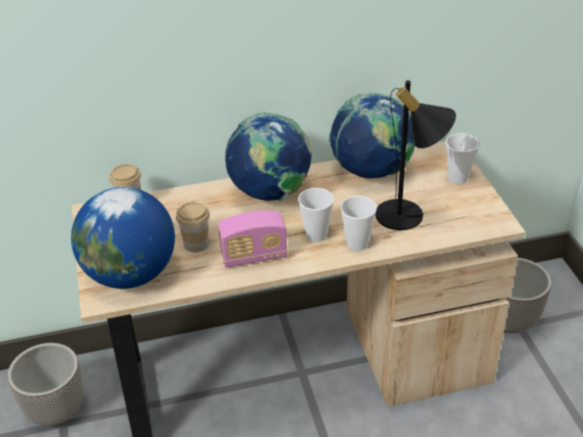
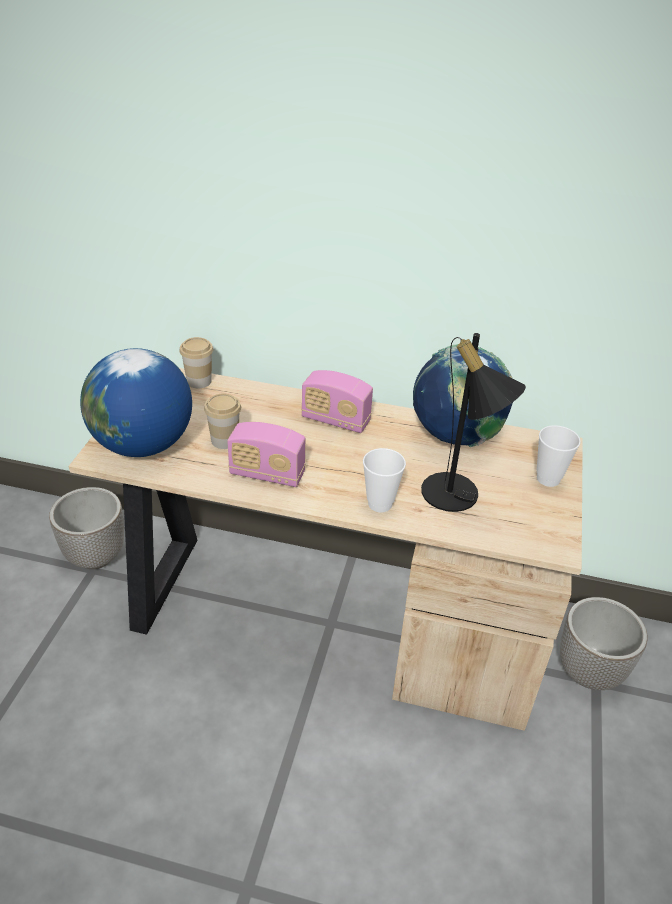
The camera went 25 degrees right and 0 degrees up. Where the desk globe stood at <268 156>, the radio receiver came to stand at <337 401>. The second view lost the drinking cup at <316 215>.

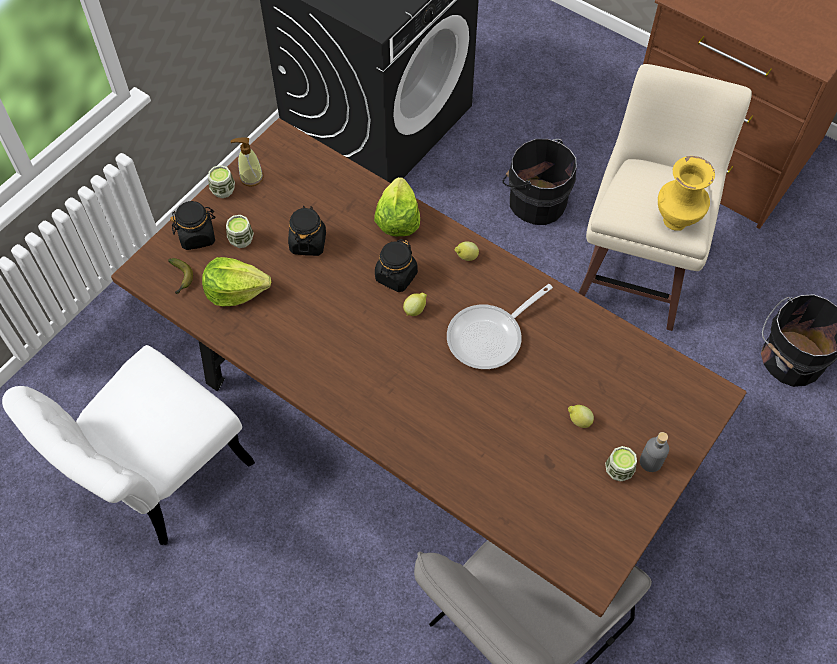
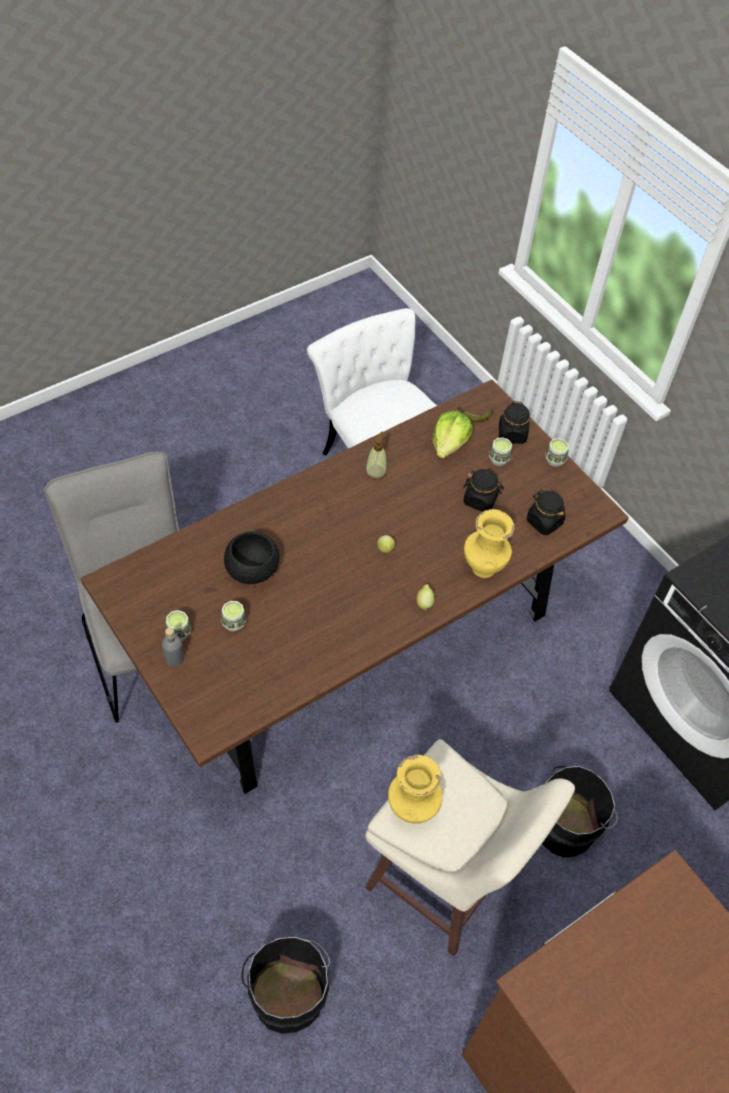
The camera went 105 degrees right and 5 degrees down. The soap dispenser ended up elsewhere, having gone from <247 162> to <376 456>. Where the lettuce head stood at <397 206>, the yellow vase came to stand at <489 543>. The blackish jar ended up elsewhere, having gone from <396 265> to <546 512>. The second view lost the skillet at <500 326>. Where the lemon stood at <581 416>, the drinking cup came to stand at <233 616>. The second view gained the blackish bowl at <251 557>.

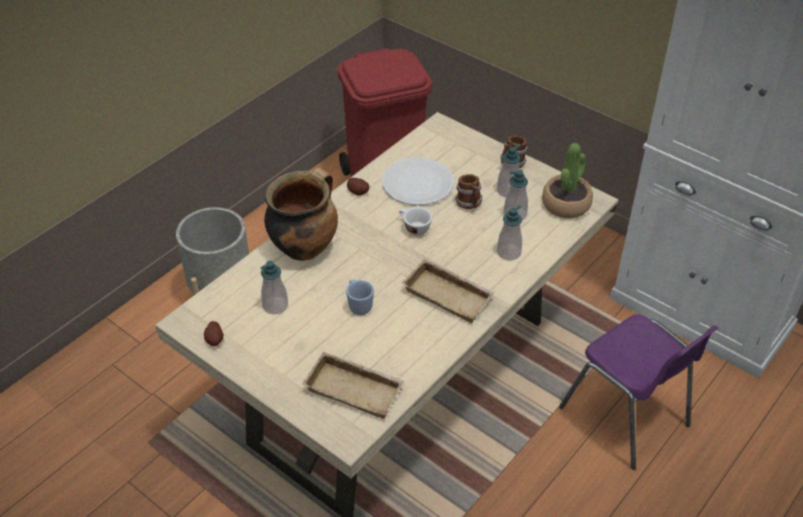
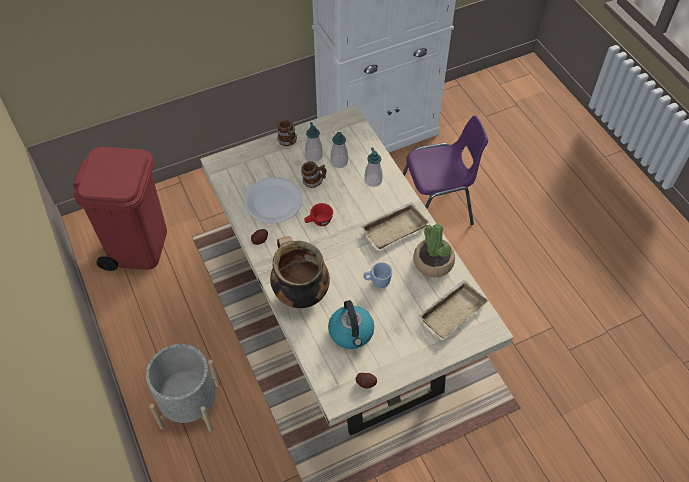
The camera went 65 degrees left and 10 degrees up. Where the soap dispenser stood at <274 288>, the kettle came to stand at <351 324>. What was the white drinking cup at <416 221> turned into the reddish drinking cup at <318 214>. The plant in a pot ended up elsewhere, having gone from <567 180> to <434 250>.

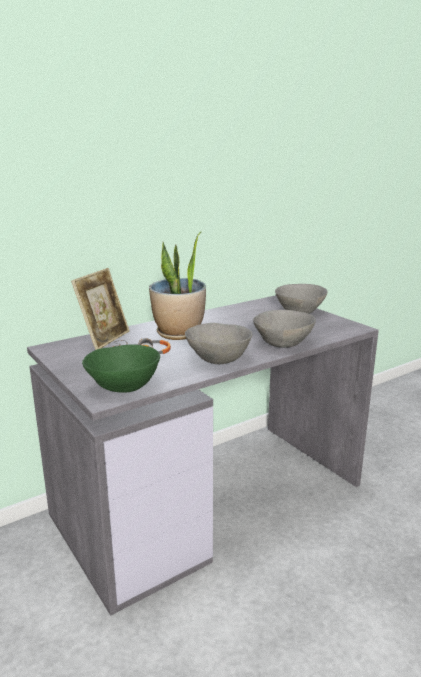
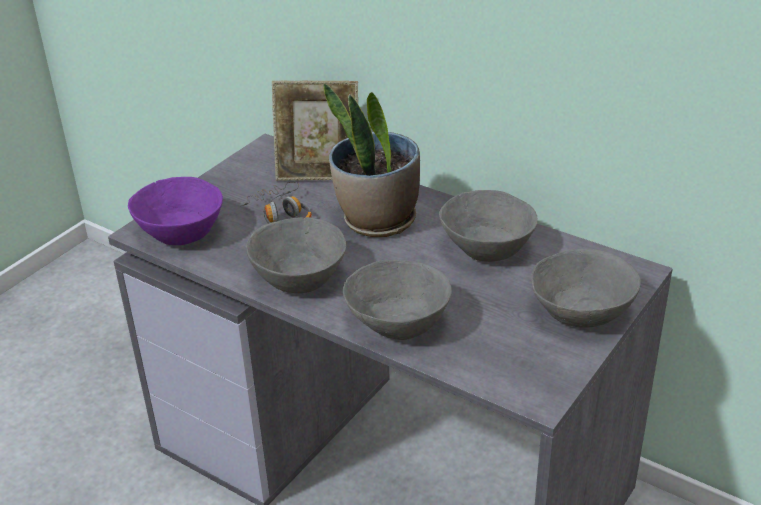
The camera went 70 degrees right and 15 degrees up. What was the greenish bowl at <121 368> turned into the purplish bowl at <175 211>. The second view gained the grey bowl at <488 226>.

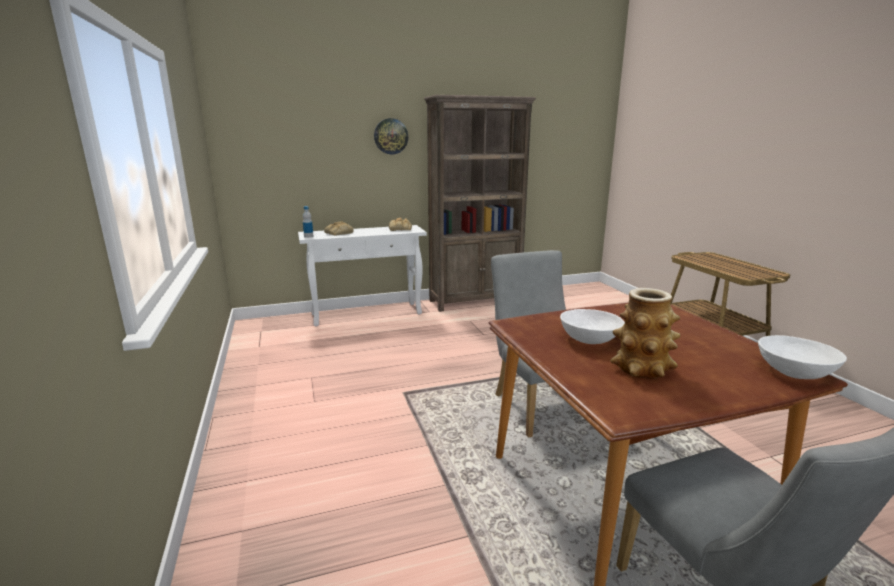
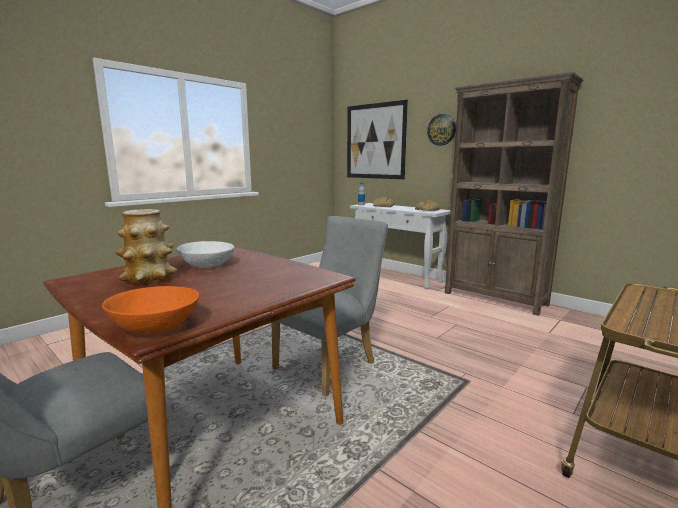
The camera went 60 degrees right and 5 degrees down. What was the white bowl at <802 357> turned into the orange bowl at <150 310>. The second view gained the picture at <377 139>.

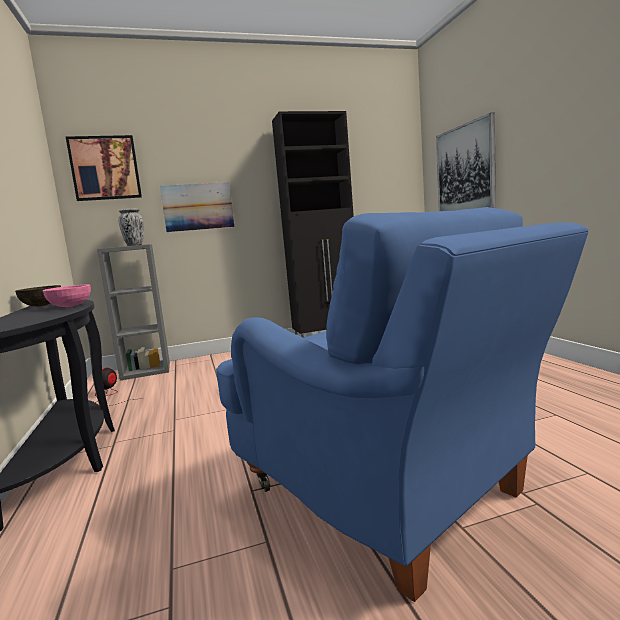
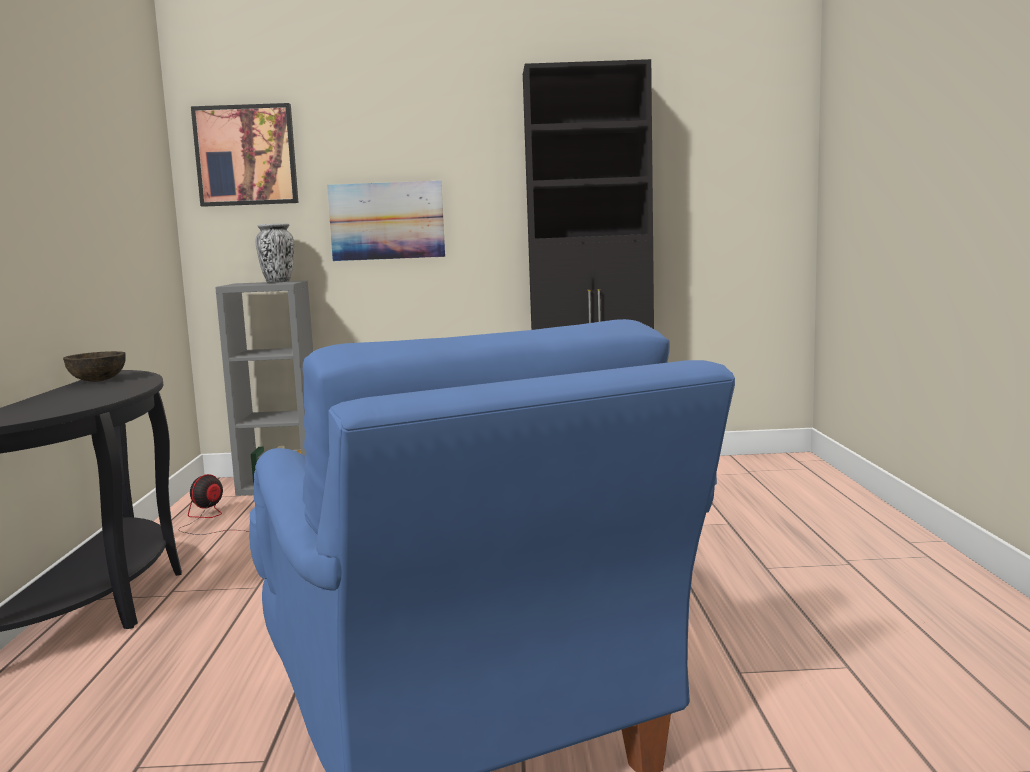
The camera went 15 degrees right and 0 degrees up. The second view lost the pinkish bowl at <67 295>. The second view lost the picture at <466 161>.

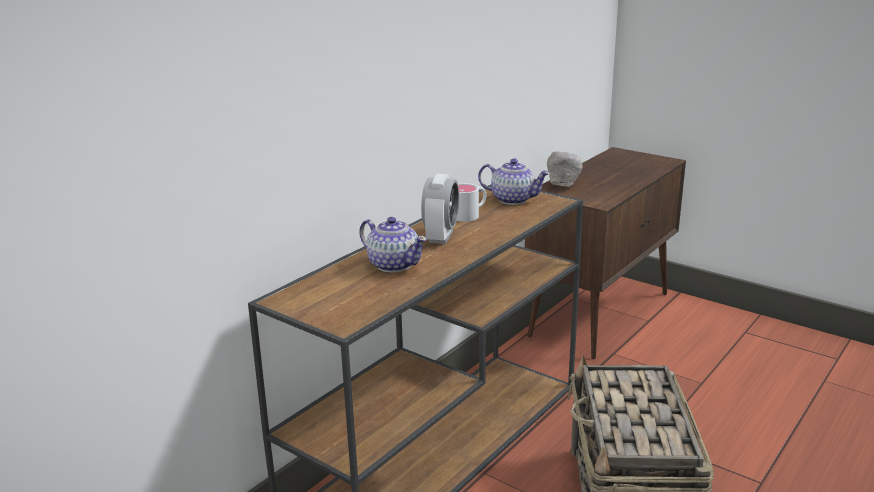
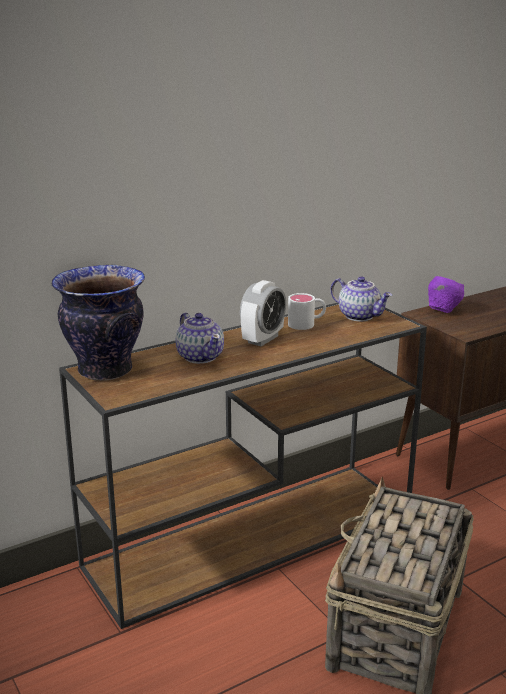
The camera went 20 degrees right and 0 degrees up. What was the grey bowl at <564 169> turned into the purplish bowl at <446 294>. The second view gained the vase at <98 323>.

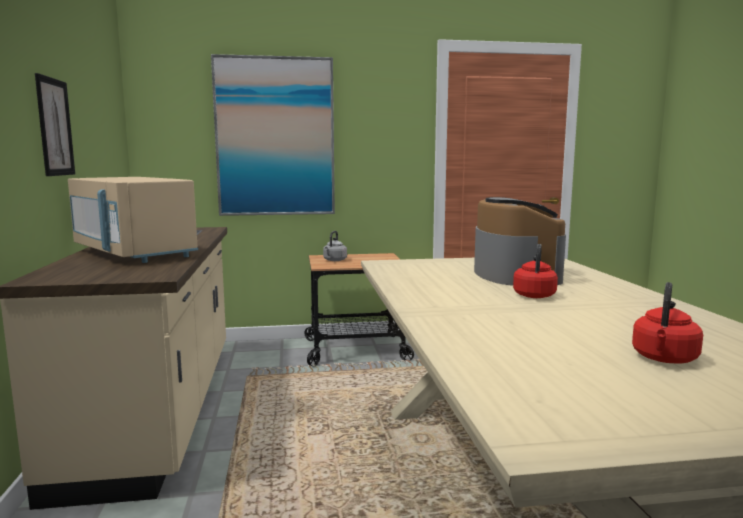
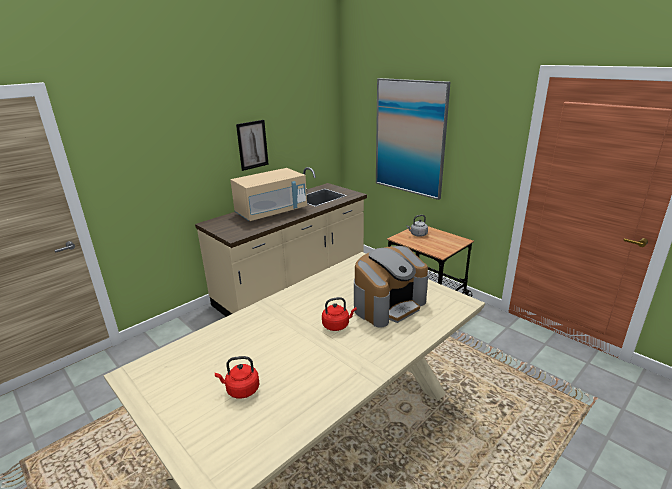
The camera went 55 degrees right and 15 degrees up. The beige-coloured microwave oven at <133 220> ended up facing another way, 135 degrees counterclockwise from before.

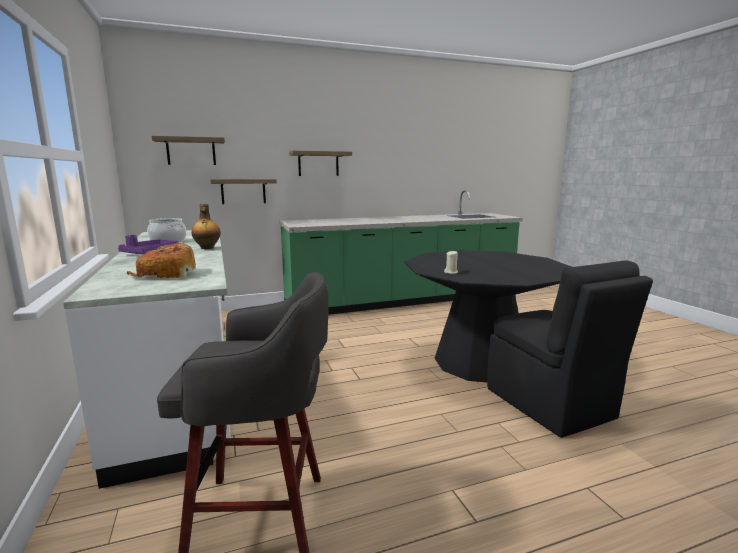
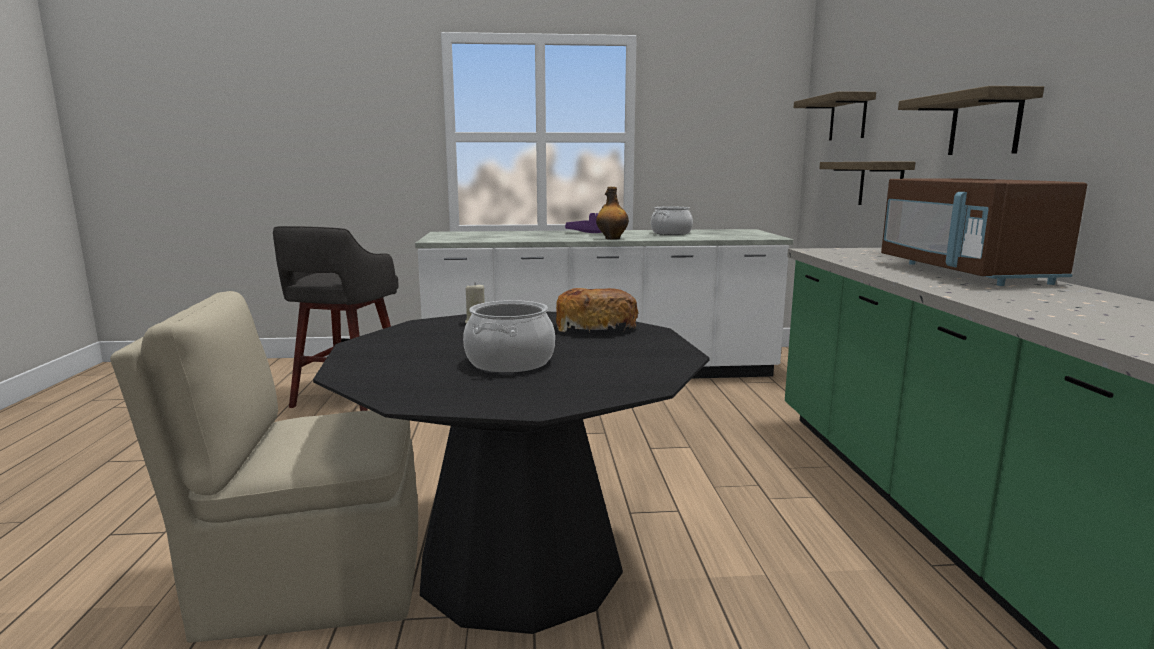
The camera went 105 degrees right and 0 degrees up. The bread ended up elsewhere, having gone from <161 260> to <597 310>. What was the blackish upright chair at <570 349> turned into the beige-coloured upright chair at <264 467>. The second view gained the saucepot at <509 336>. The second view gained the brown-coloured microwave oven at <984 232>.

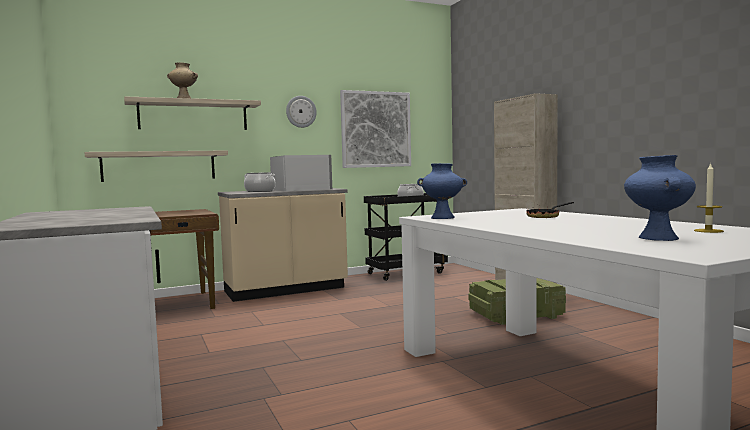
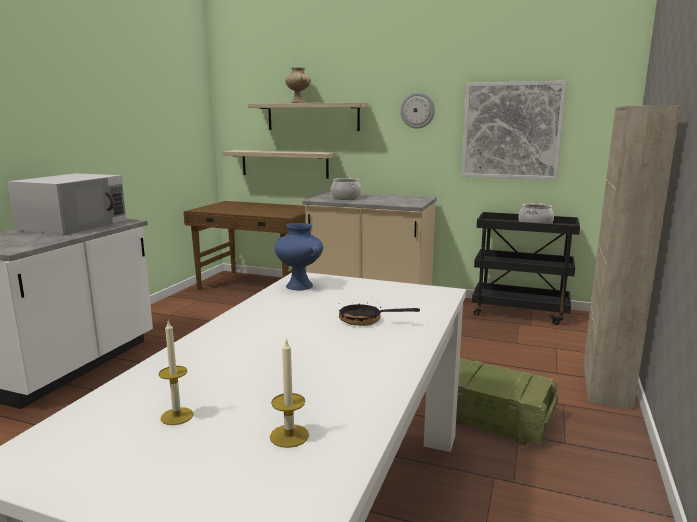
The camera went 45 degrees right and 10 degrees up. The white microwave oven ended up elsewhere, having gone from <301 173> to <66 204>. Where the blue-coloured vase stood at <660 198>, the candle came to stand at <176 373>.

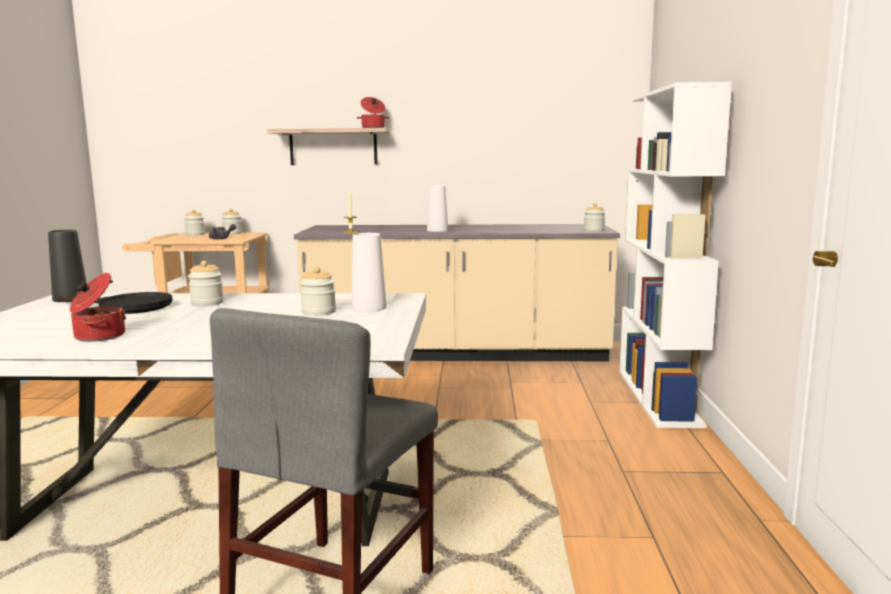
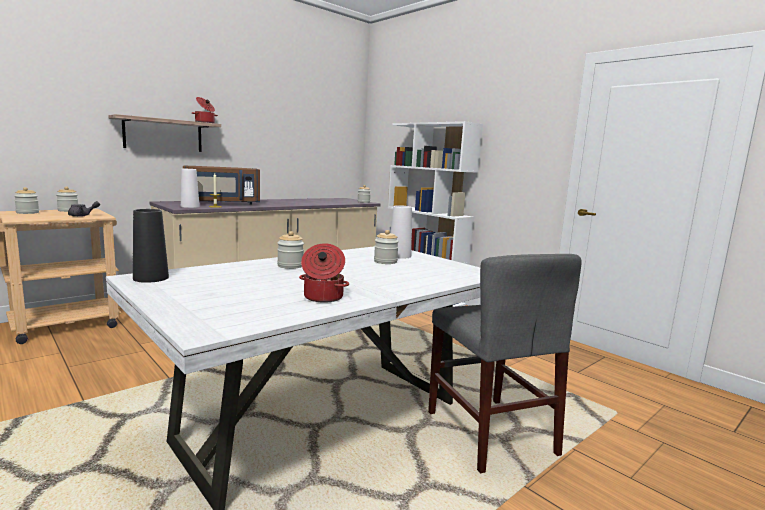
The camera went 45 degrees left and 0 degrees up. The second view lost the blackish skillet at <114 303>. The white vase ended up elsewhere, having gone from <437 208> to <190 188>. The second view gained the brown-coloured microwave oven at <221 185>.

